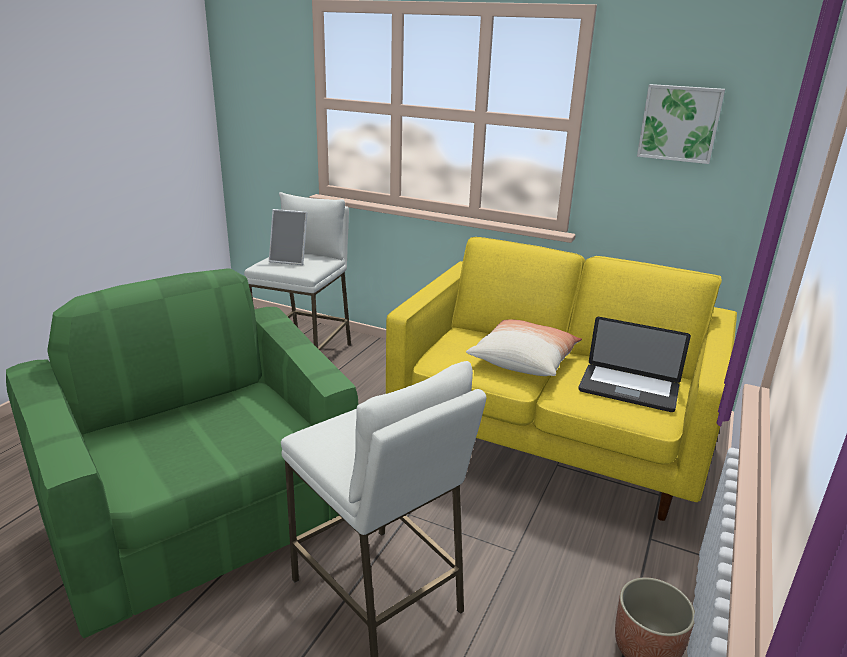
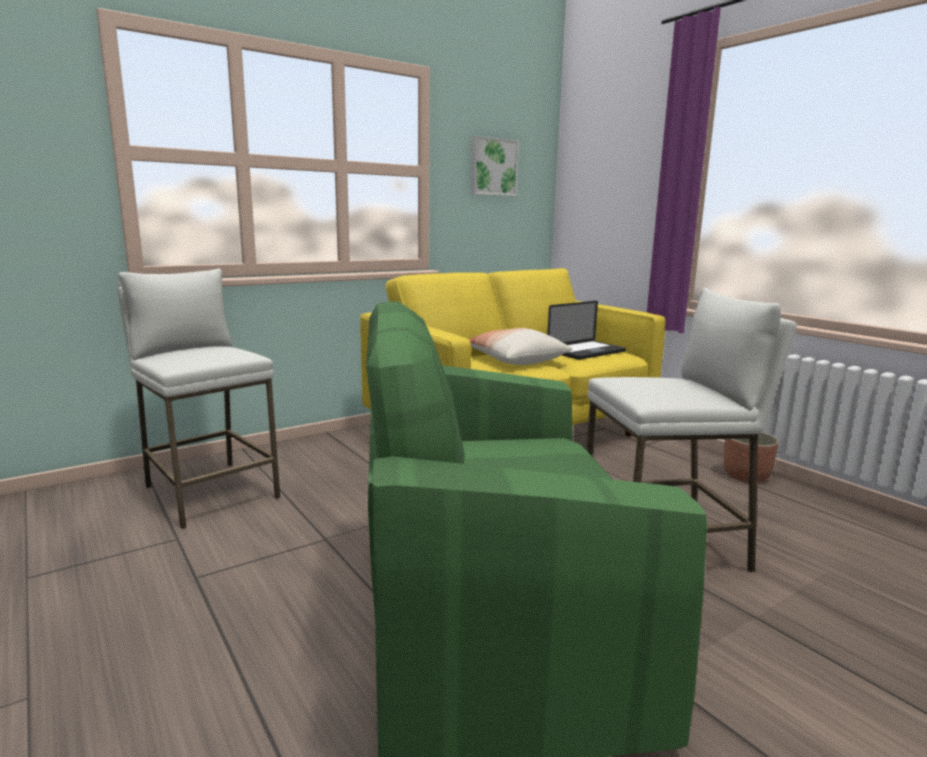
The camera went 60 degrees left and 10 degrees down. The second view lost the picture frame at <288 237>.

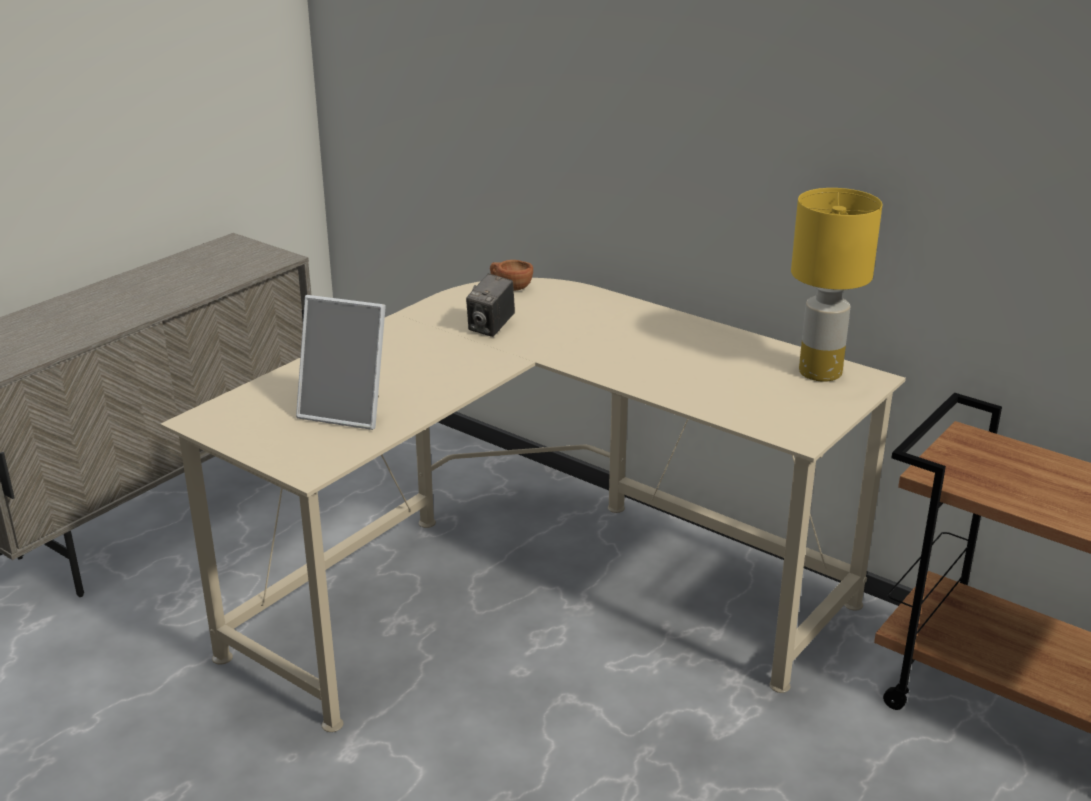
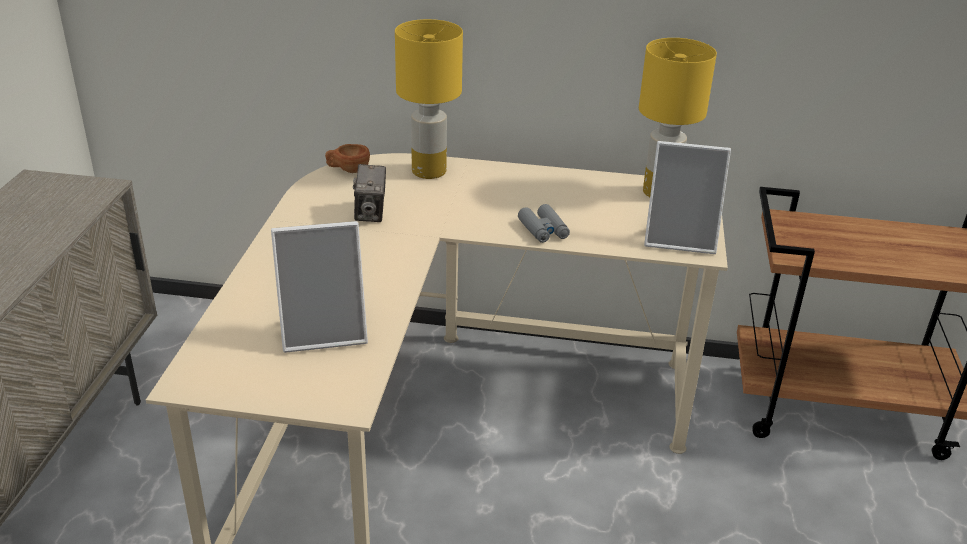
The camera went 30 degrees left and 5 degrees up. The second view gained the yellow lamp for a table at <429 99>. The second view gained the grey binoculars at <544 223>. The second view gained the picture frame at <687 197>.

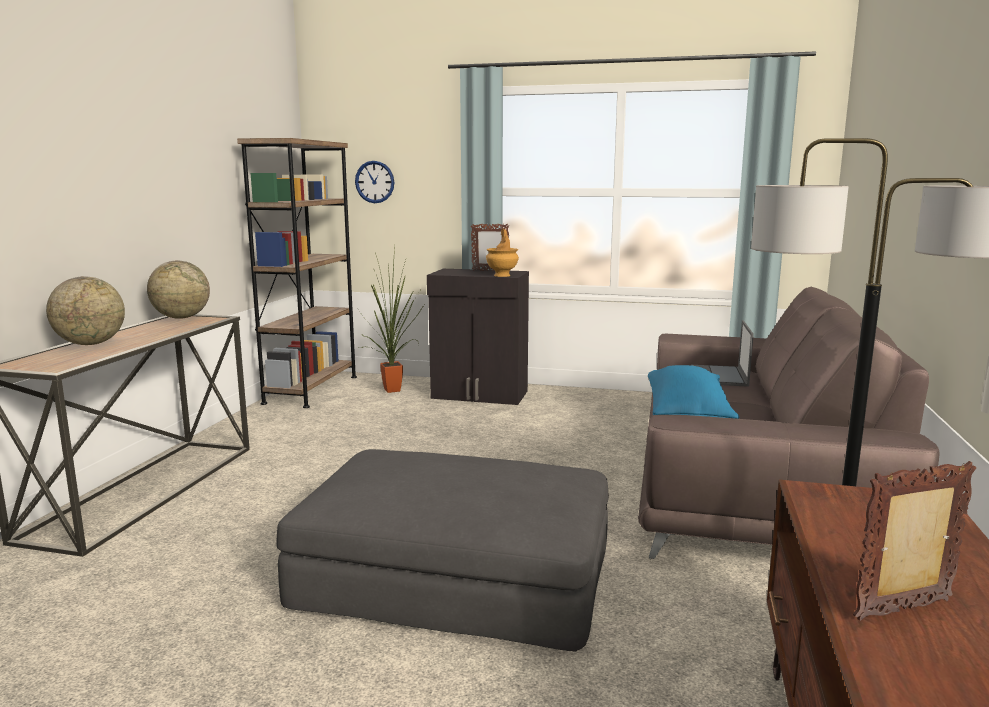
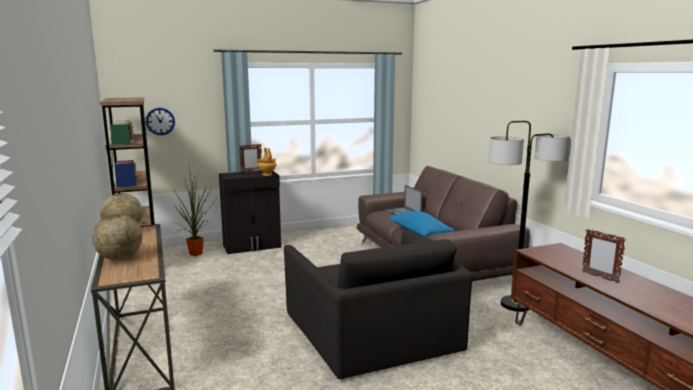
The camera went 35 degrees left and 0 degrees up. Where the grey footrest stood at <442 550>, the blackish lounge chair came to stand at <378 304>. The picture frame at <914 541> ended up facing another way, 75 degrees counterclockwise from before.

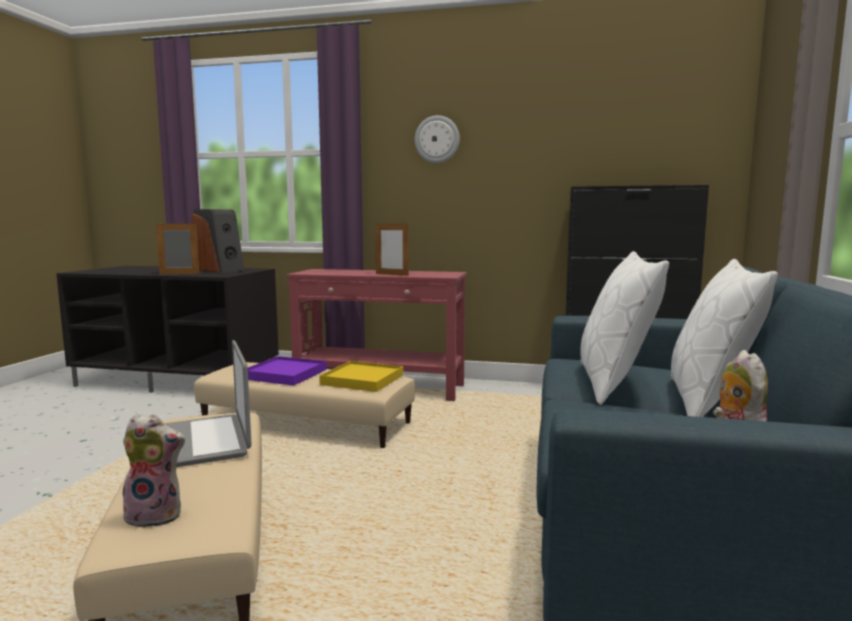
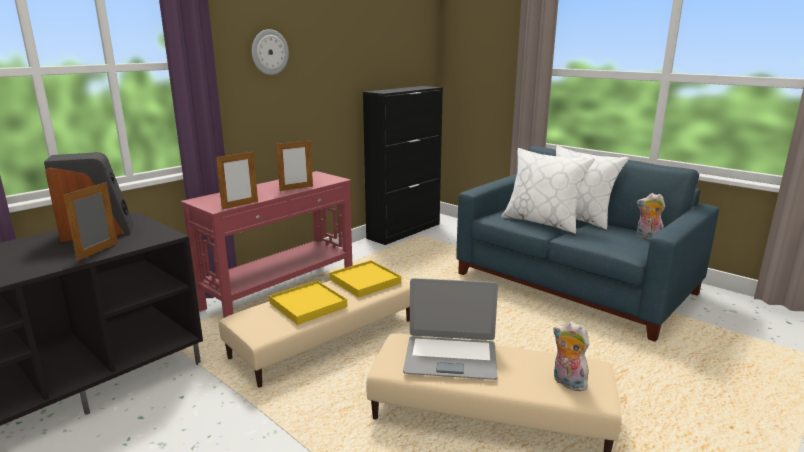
The camera went 60 degrees left and 10 degrees up. The soft toy at <152 471> ended up facing another way, 75 degrees counterclockwise from before. What was the purplish carrying tray at <287 371> turned into the yellow carrying tray at <308 303>. The second view gained the picture frame at <237 181>.

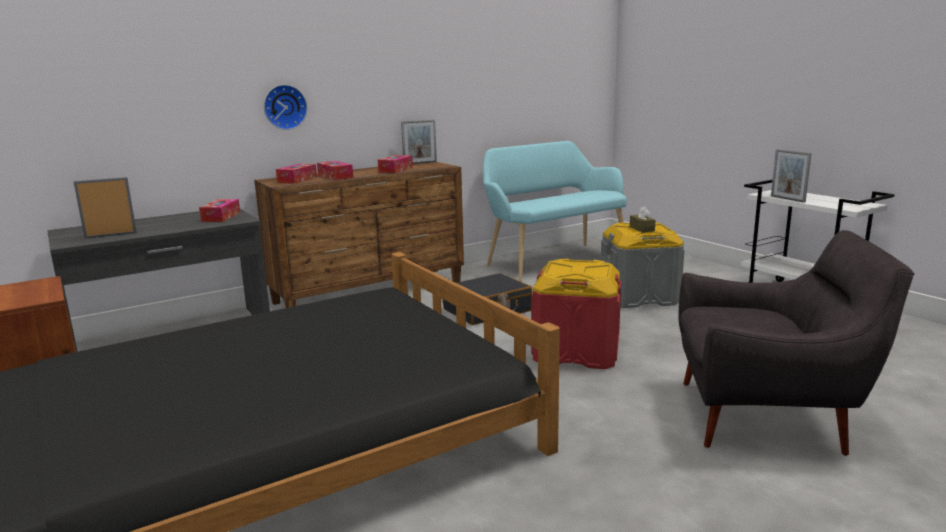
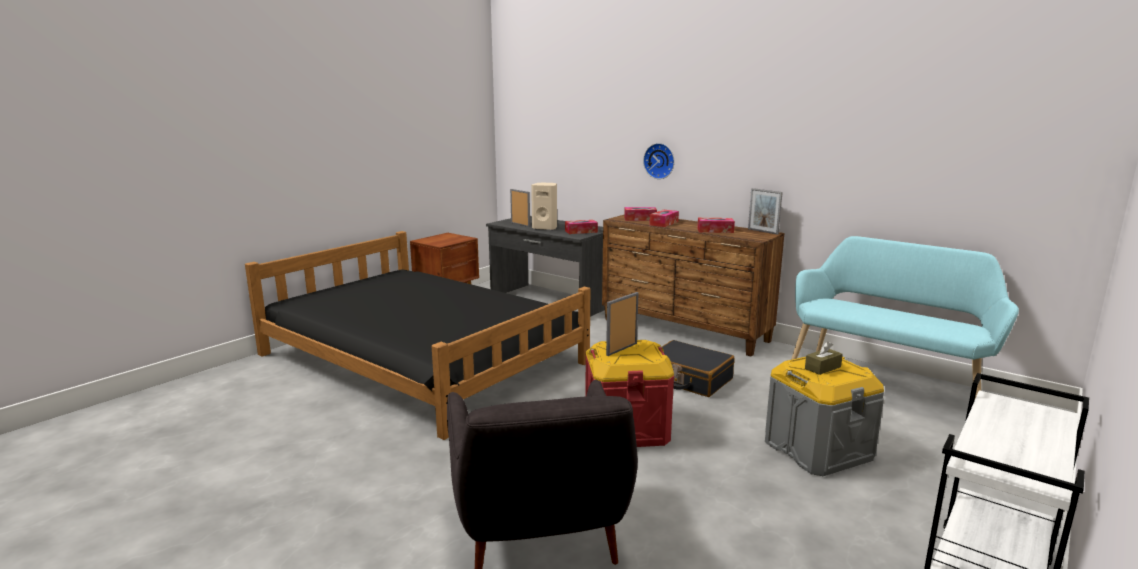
The camera went 70 degrees right and 0 degrees up. The picture frame ended up elsewhere, having gone from <791 176> to <622 324>. The second view gained the beige-coloured audio speaker at <544 206>.

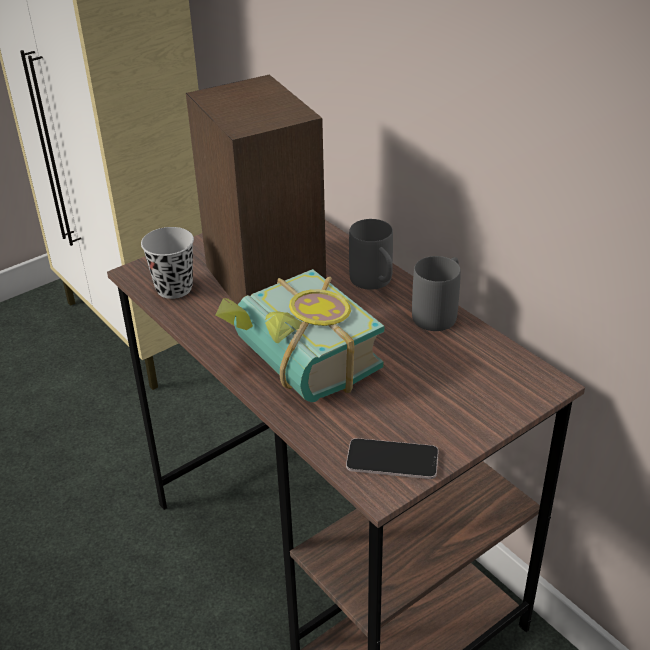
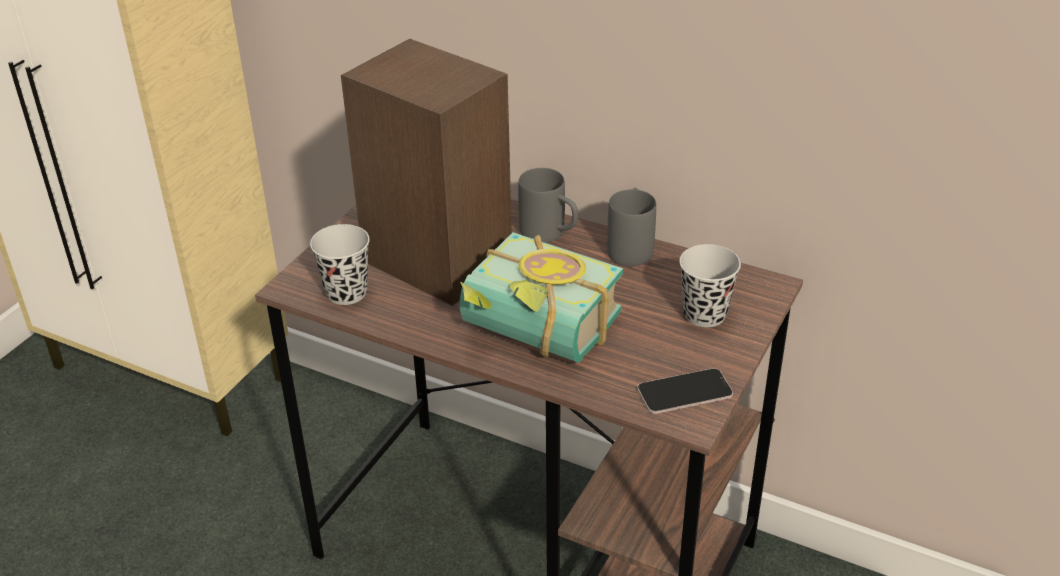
The camera went 25 degrees left and 0 degrees up. The second view gained the blackish drinking cup at <710 285>.

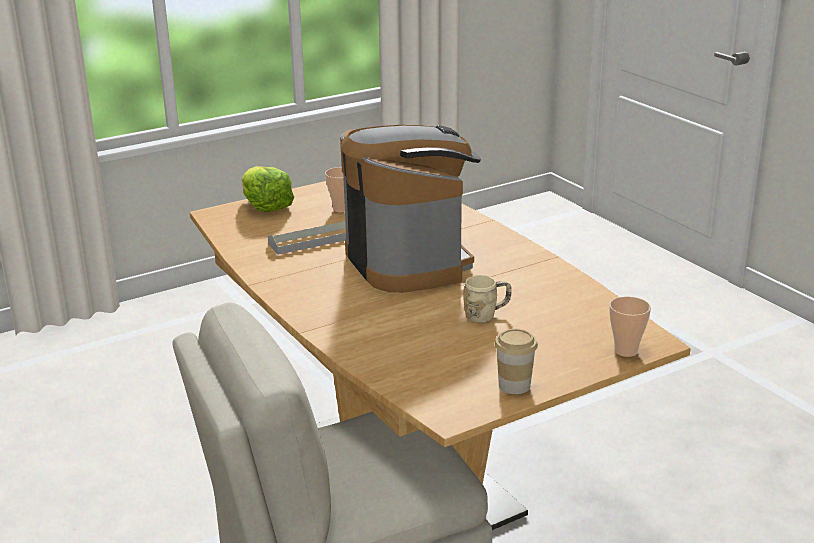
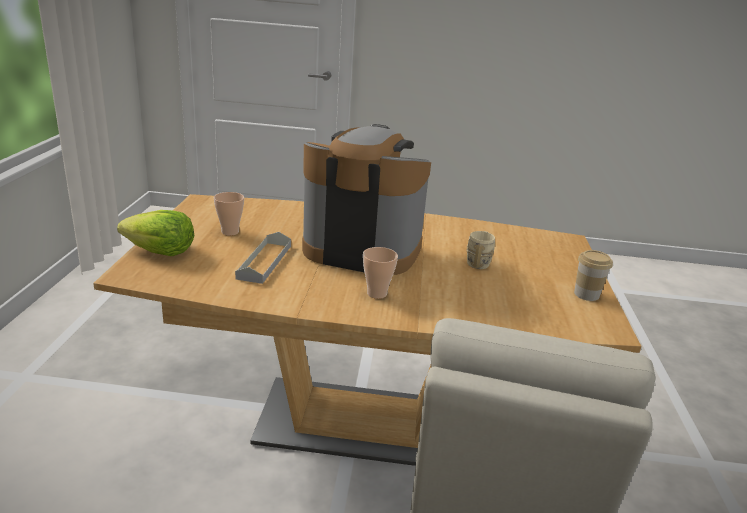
The camera went 55 degrees left and 0 degrees up. The drinking cup ended up elsewhere, having gone from <630 326> to <380 273>.

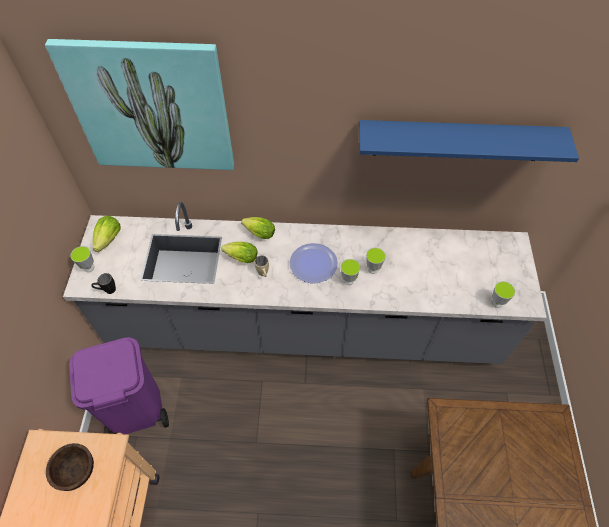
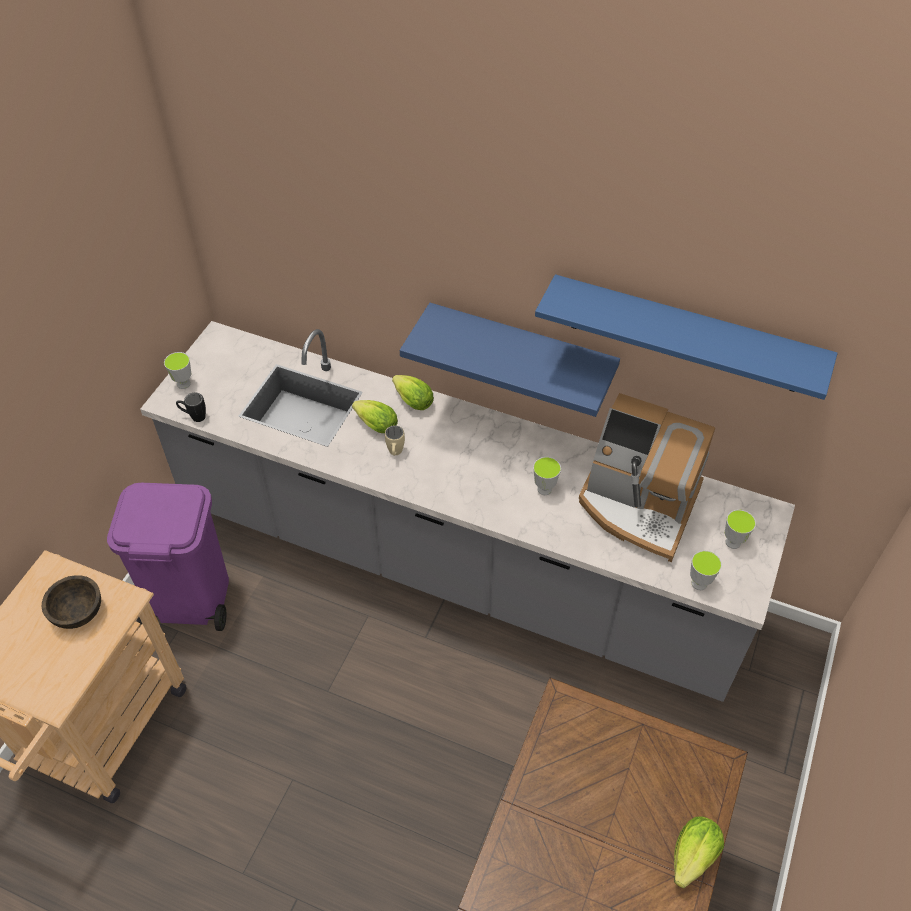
The camera went 20 degrees right and 5 degrees down. The second view lost the picture at <139 104>. The lettuce head ended up elsewhere, having gone from <107 234> to <699 852>. The second view lost the flat dish at <313 263>. The drinking cup ended up elsewhere, having gone from <351 272> to <740 529>. The second view gained the blue-coloured wall shelf at <510 360>. The second view gained the coffee brewer at <647 477>.

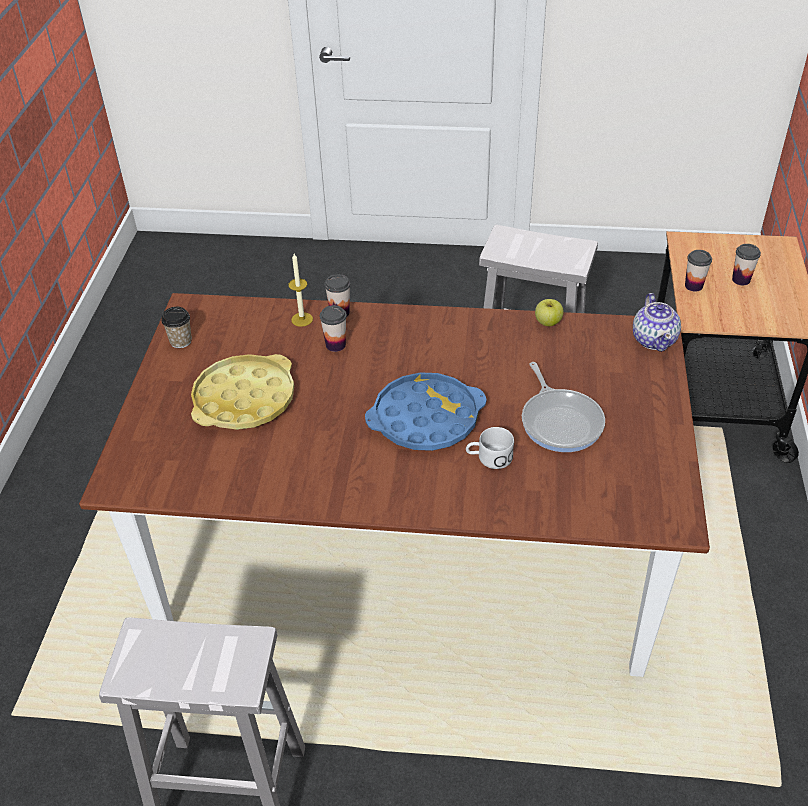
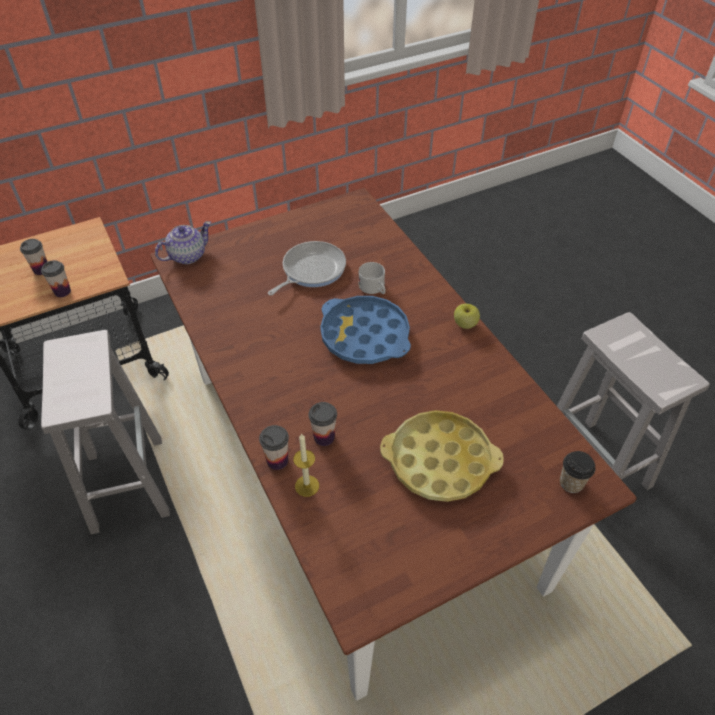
The camera went 125 degrees left and 5 degrees up. The drinking cup ended up elsewhere, having gone from <176 327> to <577 472>. The apple fruit ended up elsewhere, having gone from <549 312> to <467 316>.

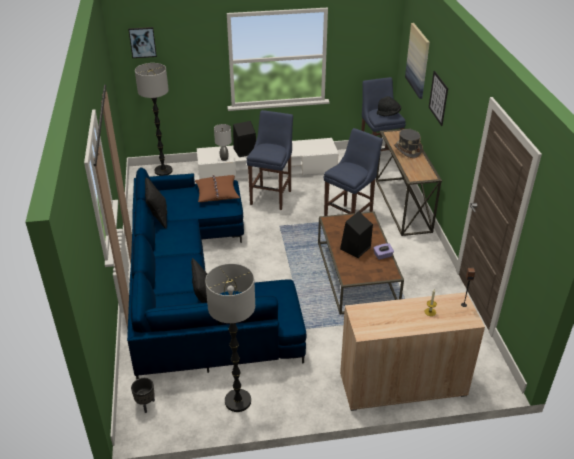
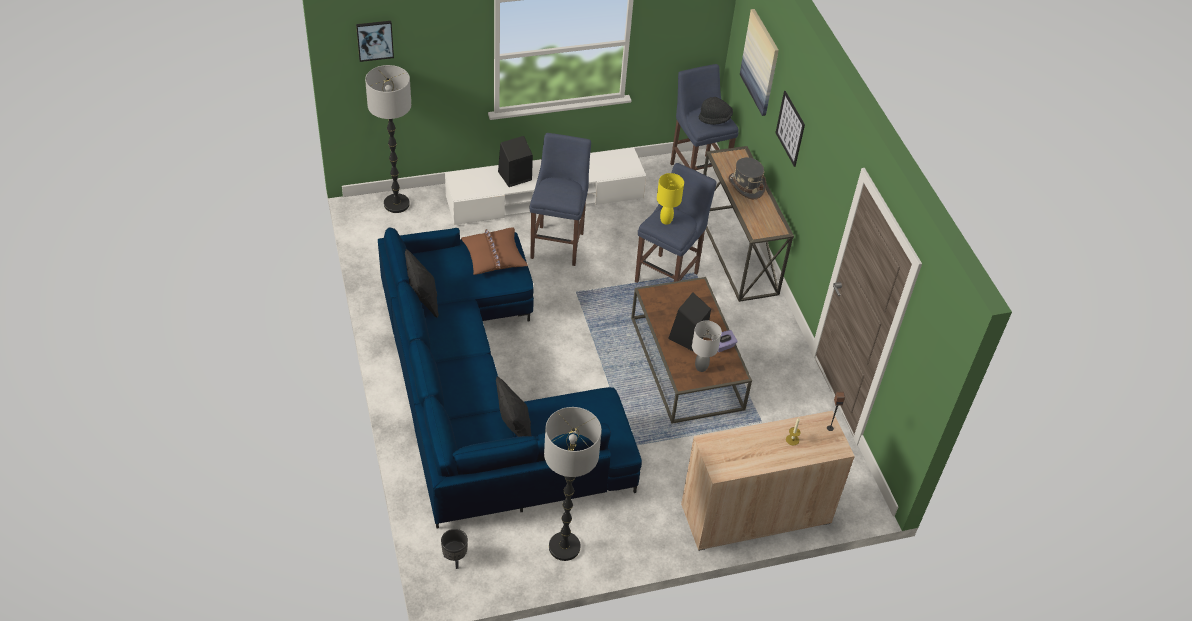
The camera went 10 degrees left and 10 degrees up. The grey lamp for a table ended up elsewhere, having gone from <223 142> to <707 346>. The second view gained the yellow lamp for a table at <670 199>.

